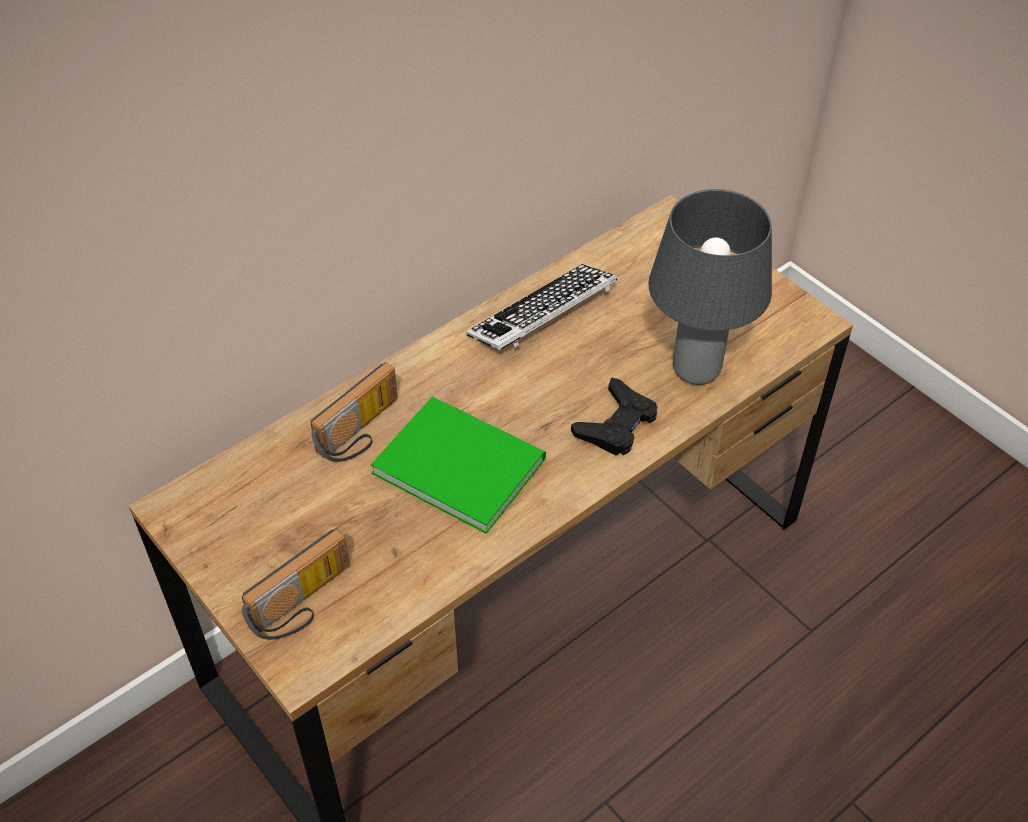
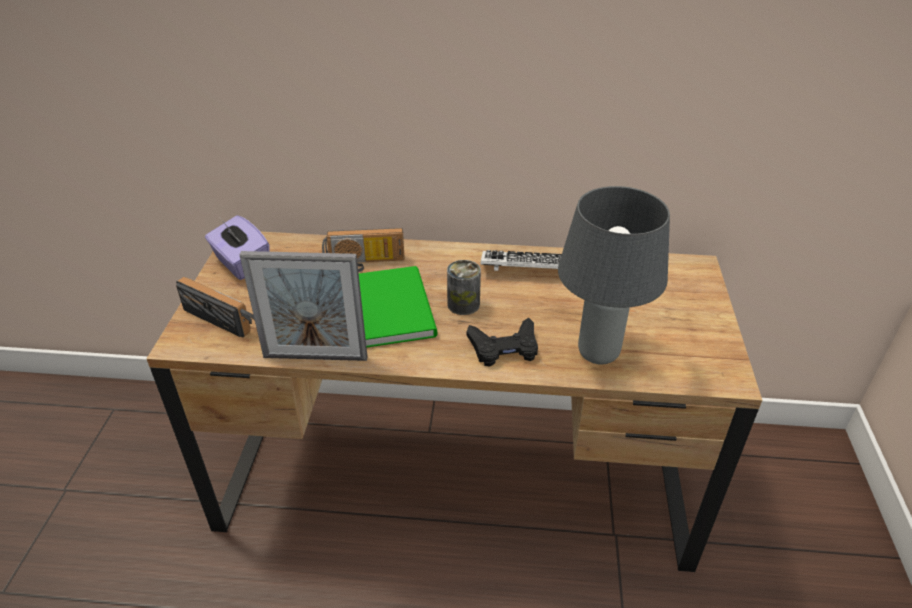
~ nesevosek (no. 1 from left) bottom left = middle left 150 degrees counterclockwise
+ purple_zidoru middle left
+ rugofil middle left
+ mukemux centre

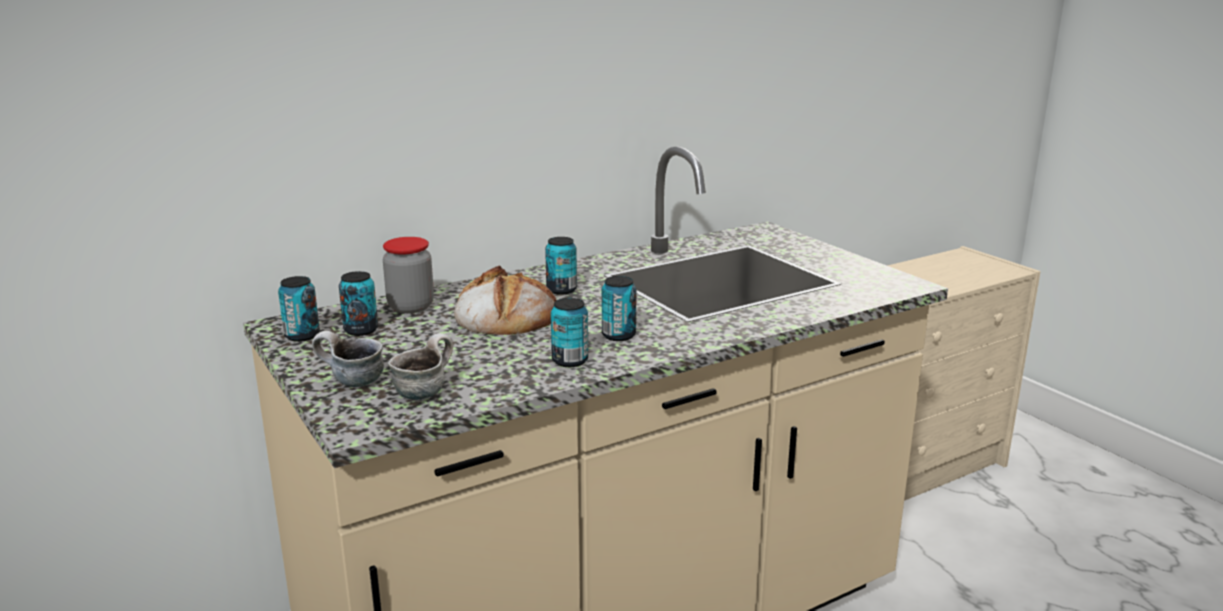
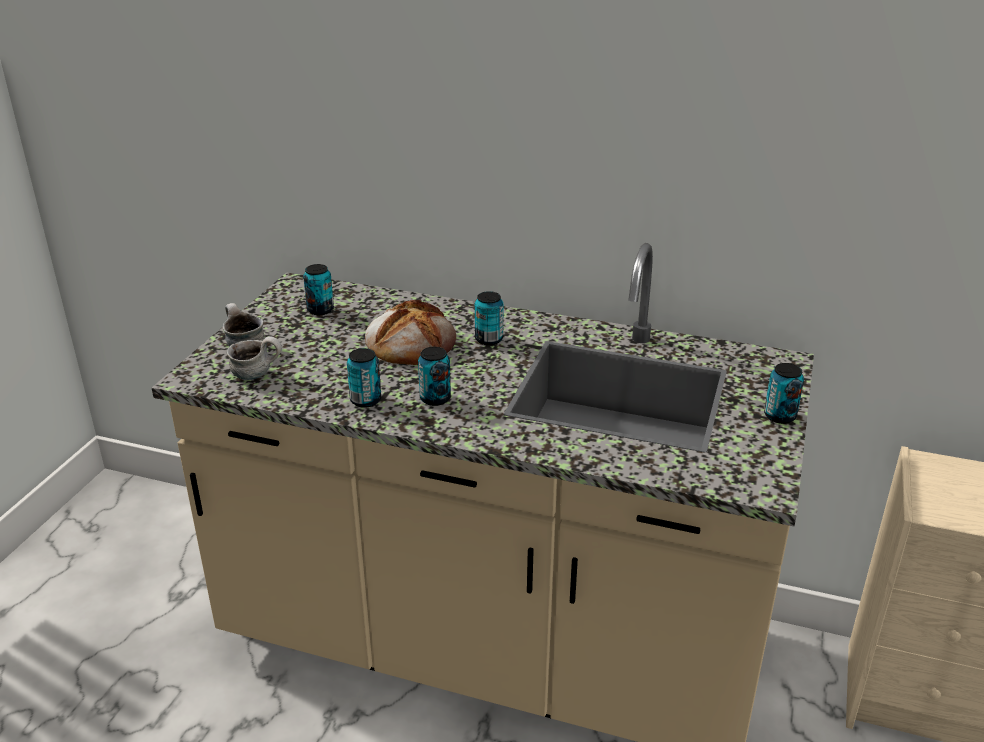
~ mukemux (no. 1 from left in the first image) middle left to mukemux (no. 5 from left) middle right
- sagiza centre

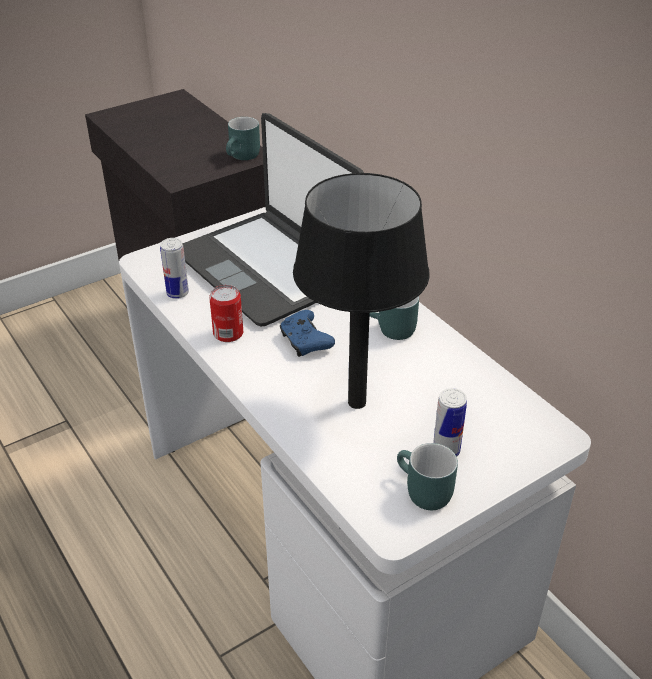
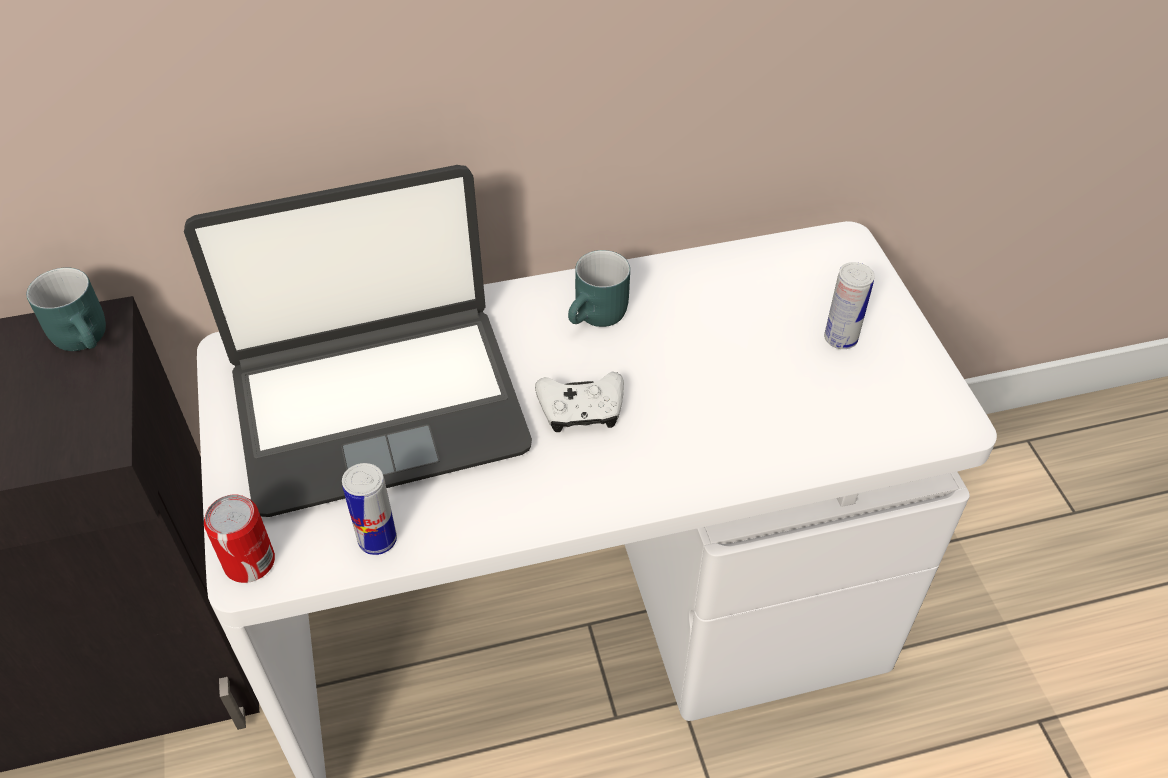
~ mukemux (no. 2 from left in the first image) centre to mukemux (no. 1 from left) bottom left
~ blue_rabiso centre to white_rabiso centre
- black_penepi centre
- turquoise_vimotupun (no. 3 from left) bottom centre

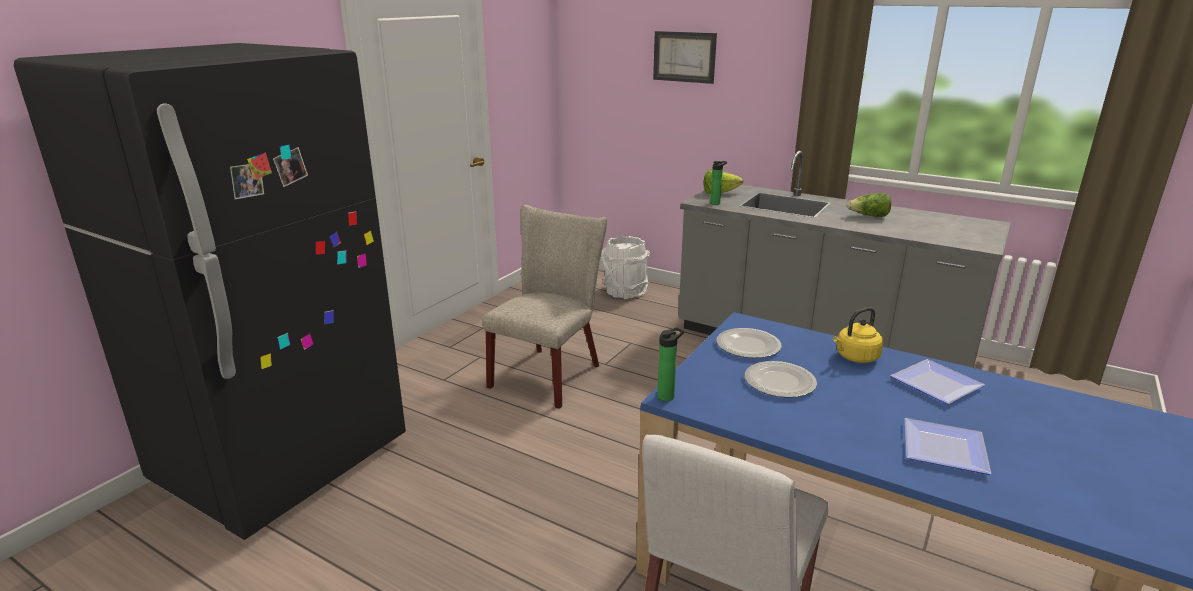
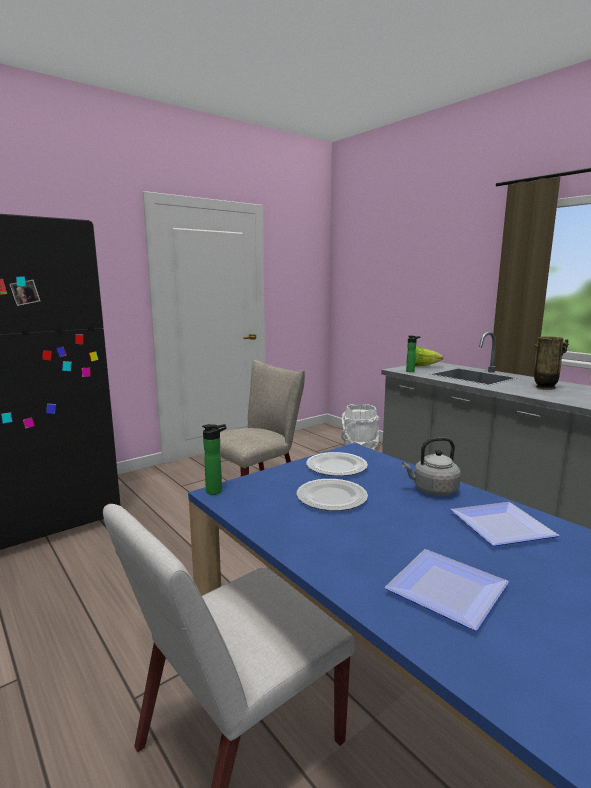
~ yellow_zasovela middle right to grey_zasovela middle right
~ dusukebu (no. 2 from left) middle right to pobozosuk middle right
- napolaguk top centre

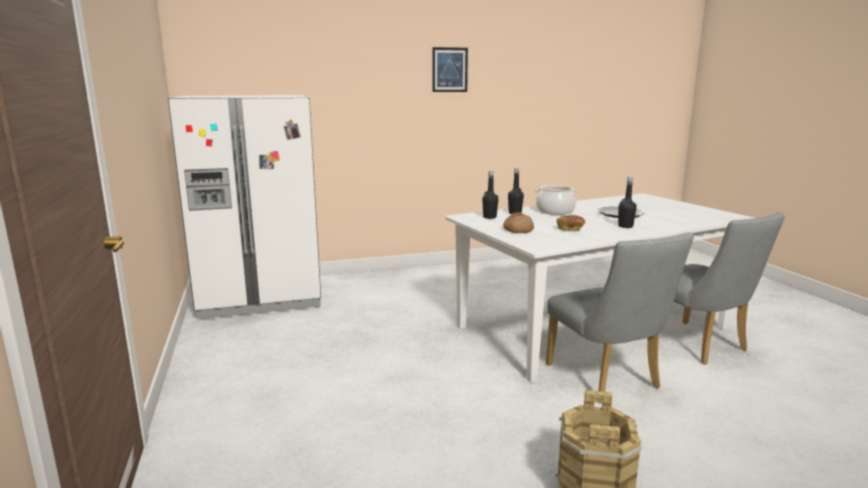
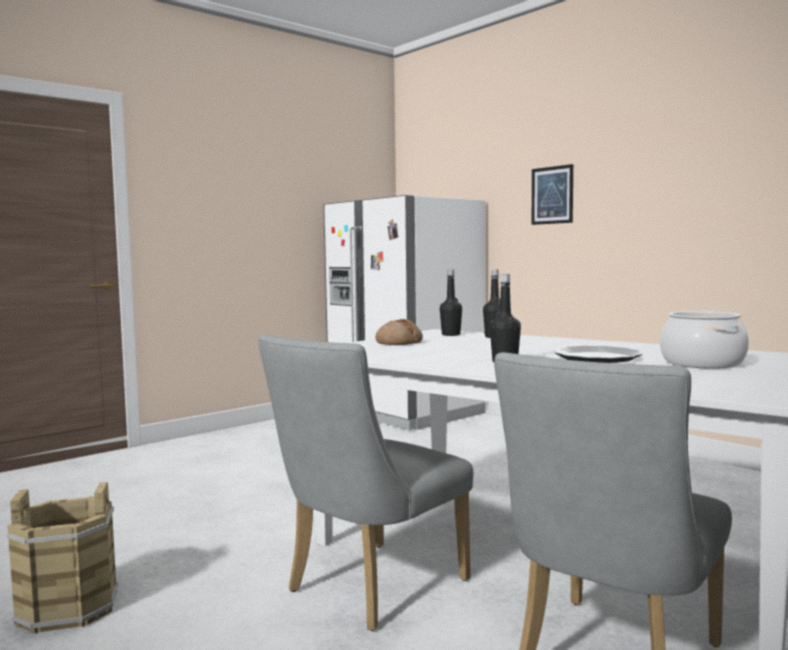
~ napolaguk top centre to top right
~ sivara centre to middle right
- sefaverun (no. 2 from left) centre

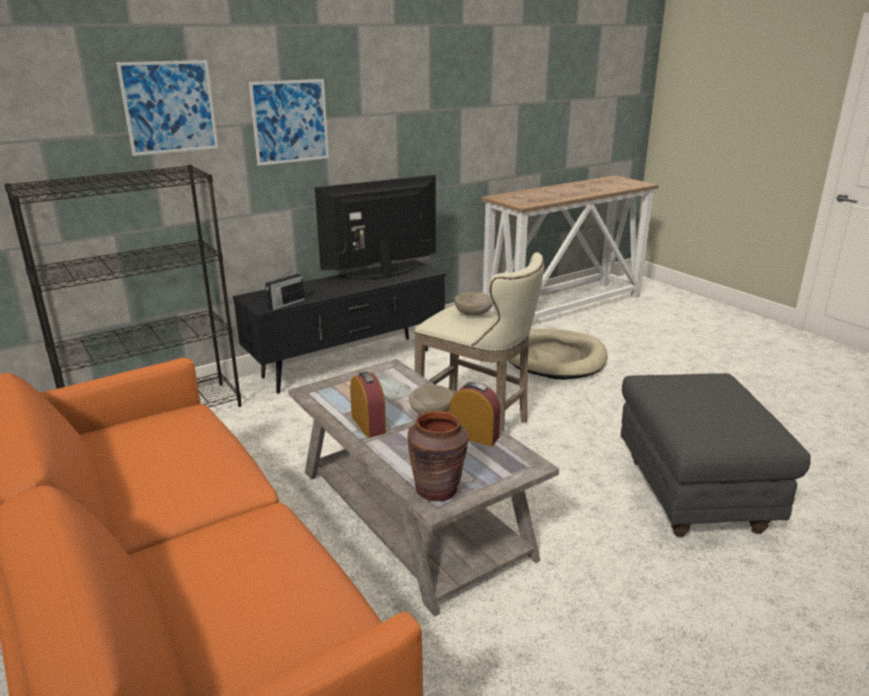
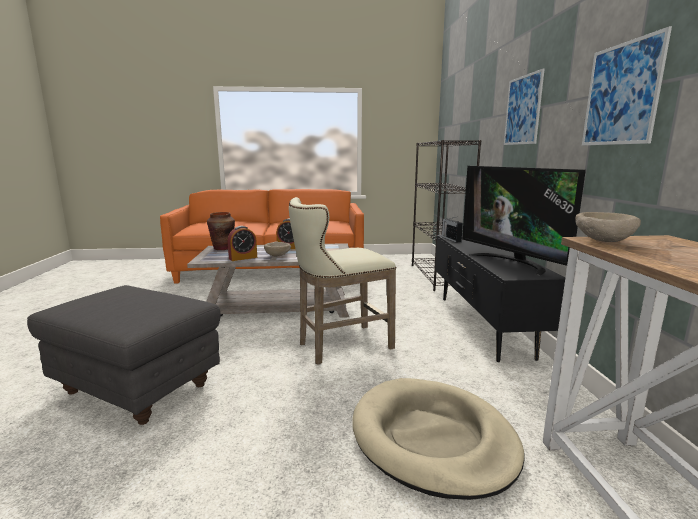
~ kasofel top centre = middle right 150 degrees clockwise
~ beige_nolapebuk (no. 2 from left) centre to middle right
~ napolaguk (no. 1 from left in the first image) top left to napolaguk (no. 2 from left) top right

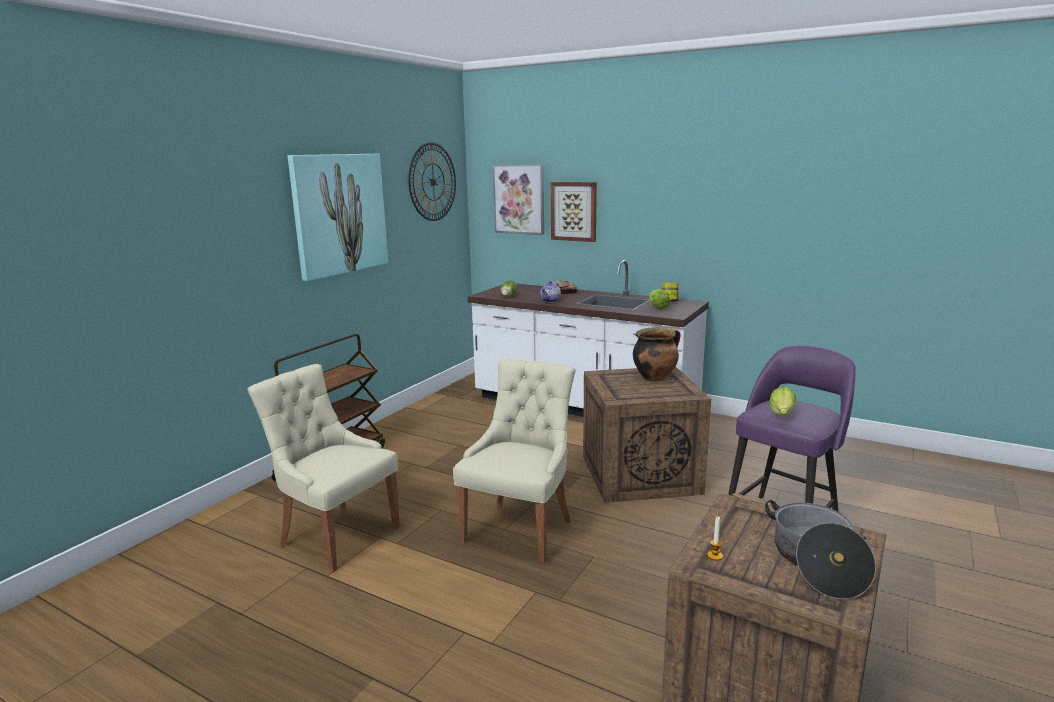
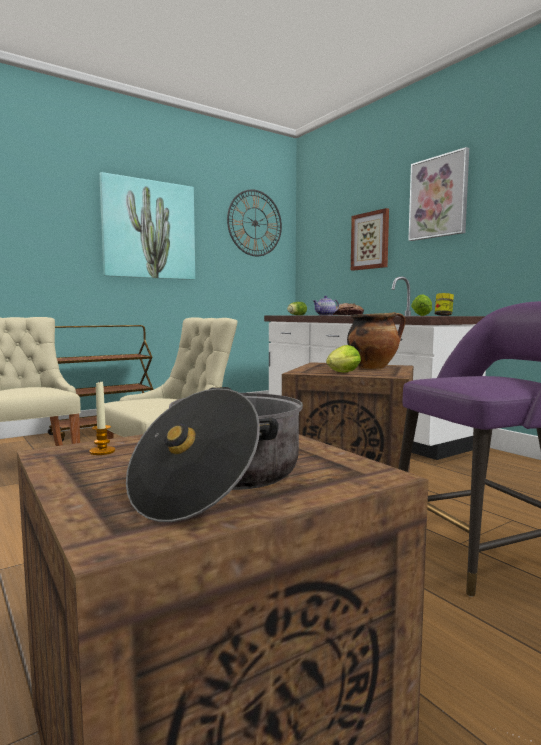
~ dusukebu (no. 3 from left in the first image) middle right to dusukebu (no. 2 from left) centre
~ napolaguk (no. 2 from left in the first image) top centre to napolaguk (no. 3 from left) top right

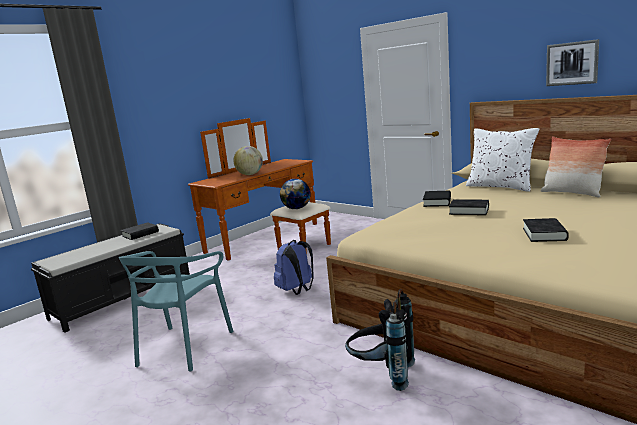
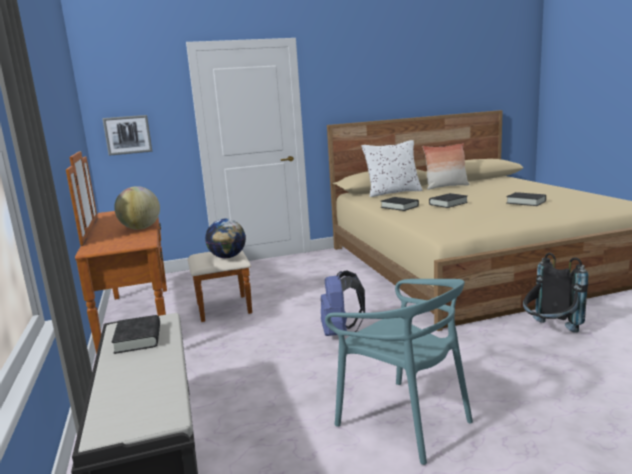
~ napolaguk top right to top left

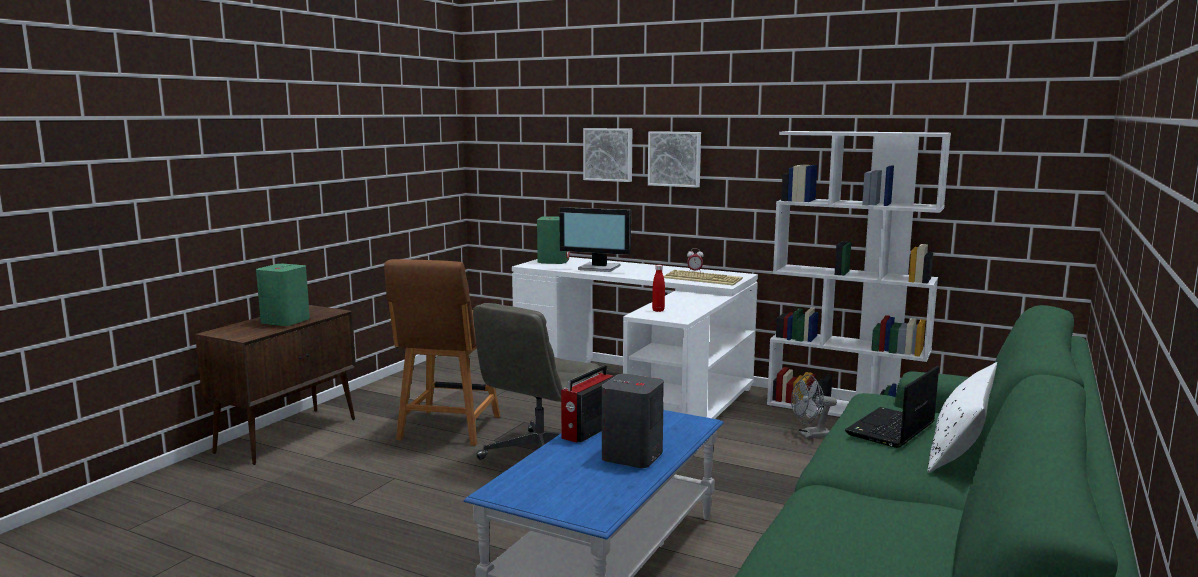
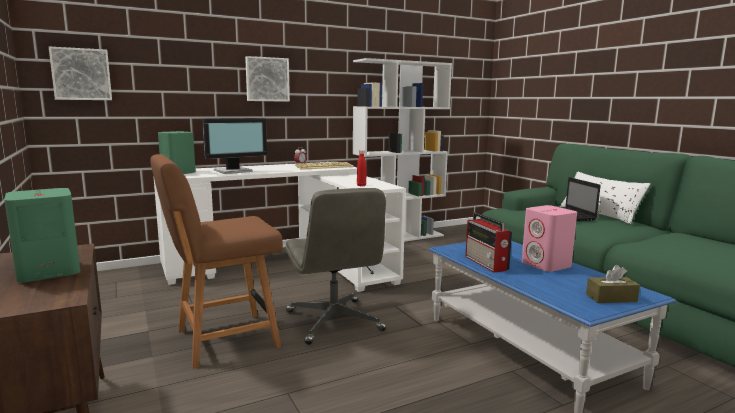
~ napolaguk (no. 1 from left) top centre to top left
~ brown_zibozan centre = middle left 105 degrees clockwise
~ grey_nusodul bottom centre to pink_nusodul middle right
+ brown_zidoru bottom right
- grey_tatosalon bottom right

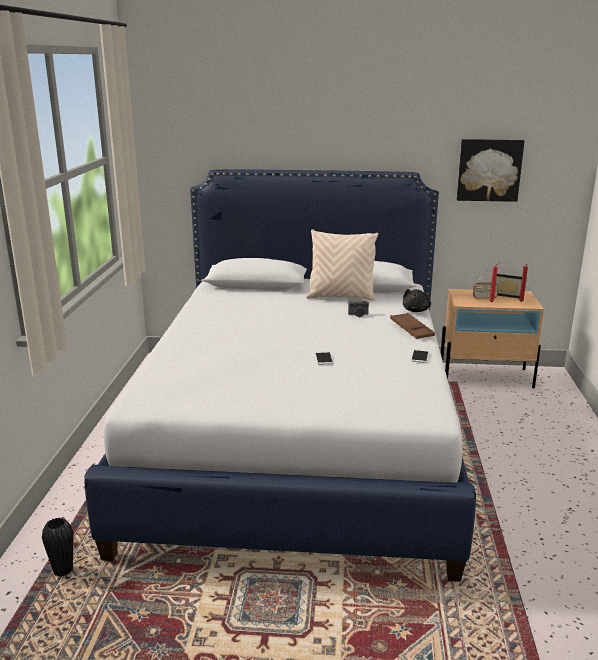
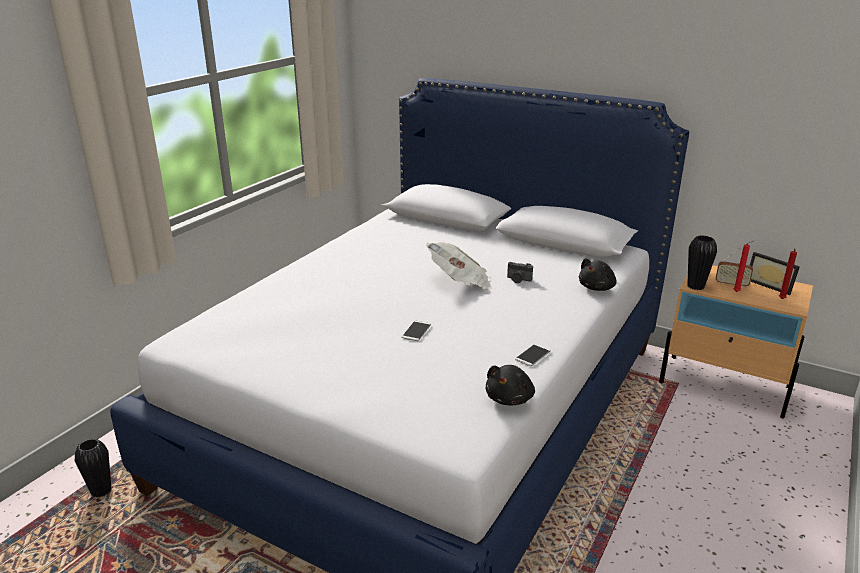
+ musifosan centre
+ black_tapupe (no. 1 from left) bottom centre
+ black_pobozosuk (no. 2 from left) middle right
- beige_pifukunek centre
- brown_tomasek middle right
- napolaguk top right

